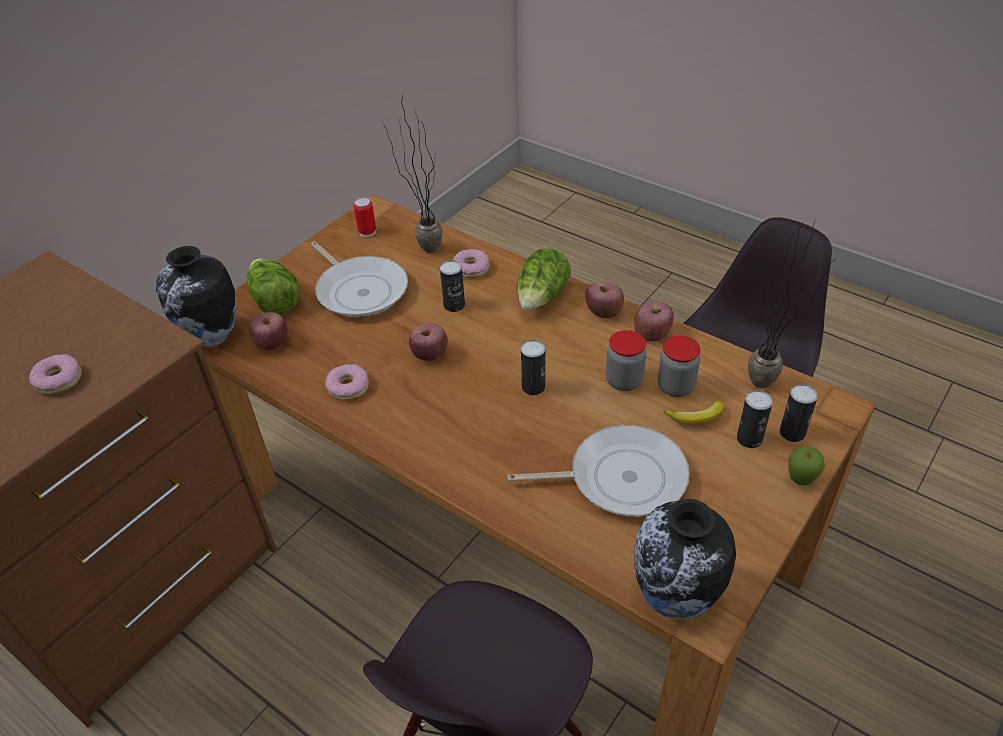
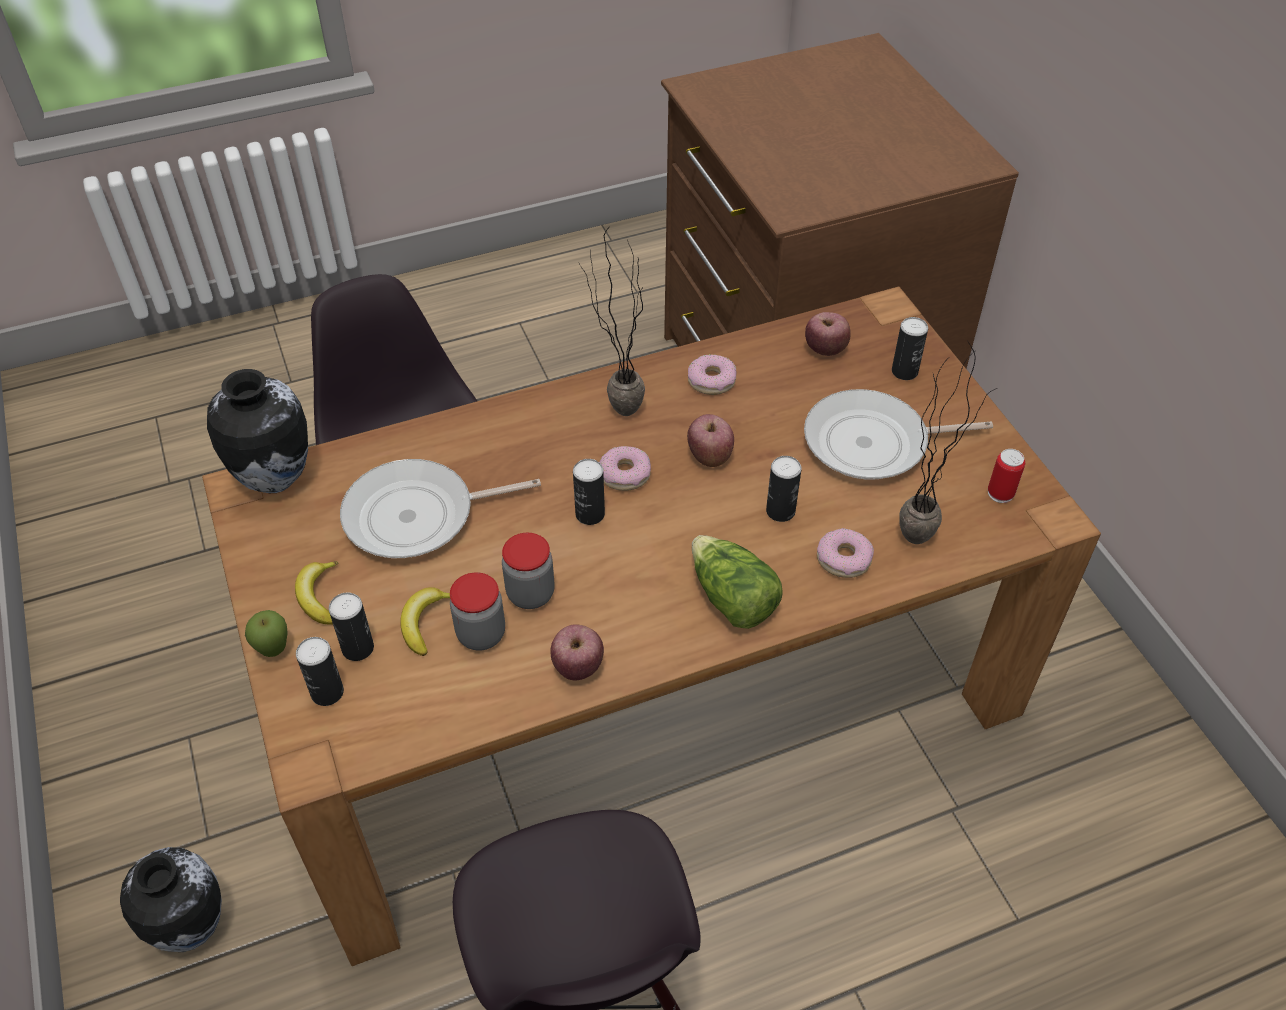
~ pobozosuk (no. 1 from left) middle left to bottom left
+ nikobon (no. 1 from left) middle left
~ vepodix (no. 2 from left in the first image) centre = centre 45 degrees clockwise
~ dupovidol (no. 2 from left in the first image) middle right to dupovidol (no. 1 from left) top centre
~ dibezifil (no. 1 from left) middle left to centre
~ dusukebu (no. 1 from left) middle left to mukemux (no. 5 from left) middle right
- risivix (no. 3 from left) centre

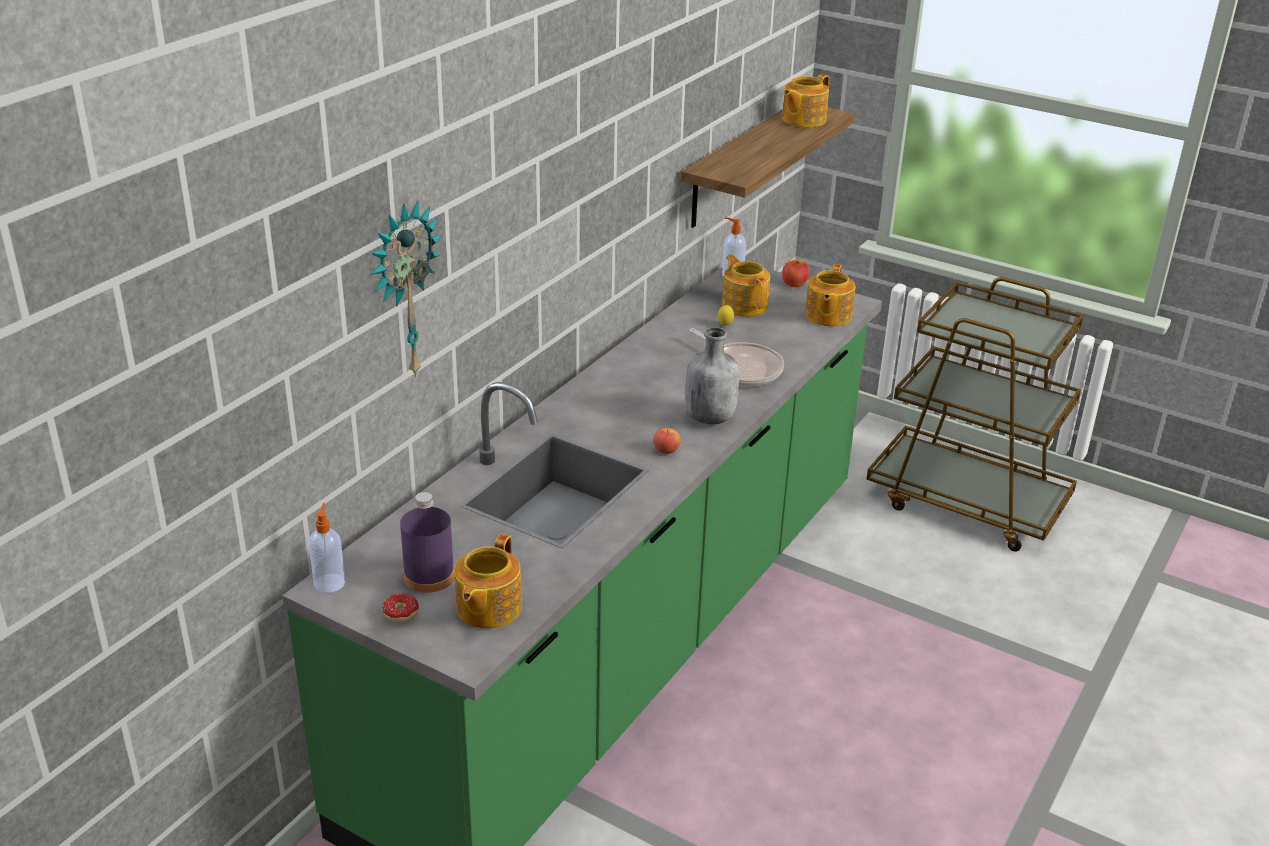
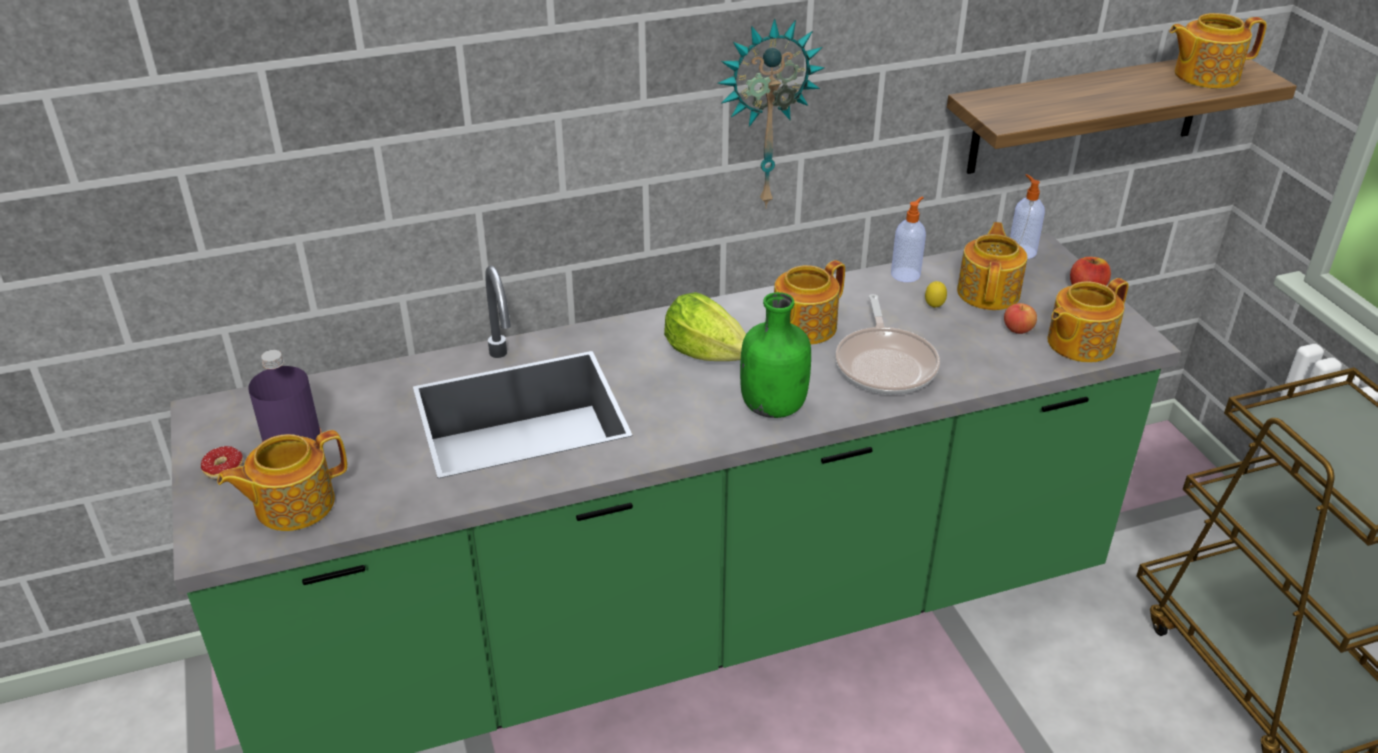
+ dusukebu centre
~ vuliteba middle left to top centre
~ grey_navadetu centre to green_navadetu centre
+ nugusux (no. 2 from left) centre
~ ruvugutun (no. 1 from left) middle left to top centre
~ risivix (no. 1 from left) centre to middle right

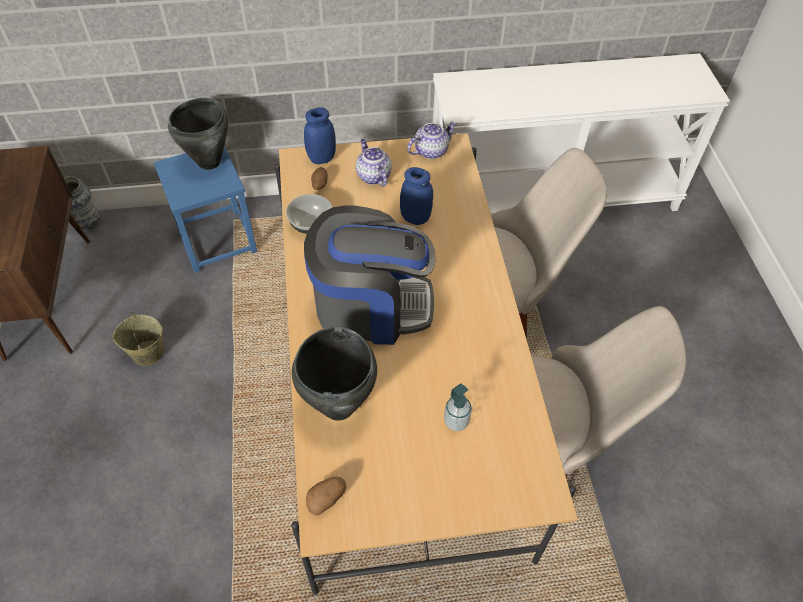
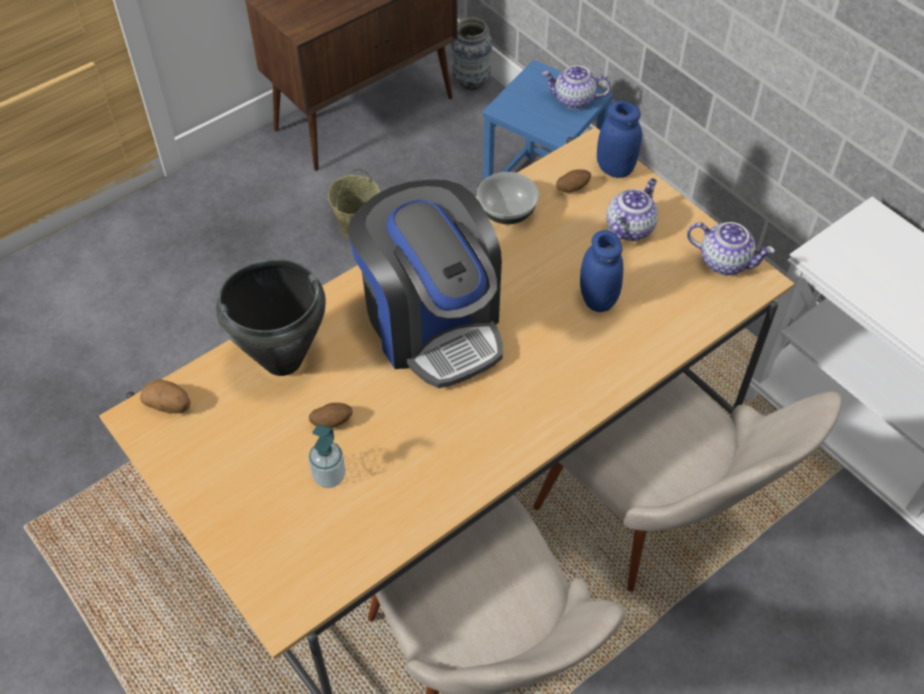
+ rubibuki (no. 2 from left) centre
~ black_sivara (no. 1 from left) top left to nugusux (no. 1 from left) top centre

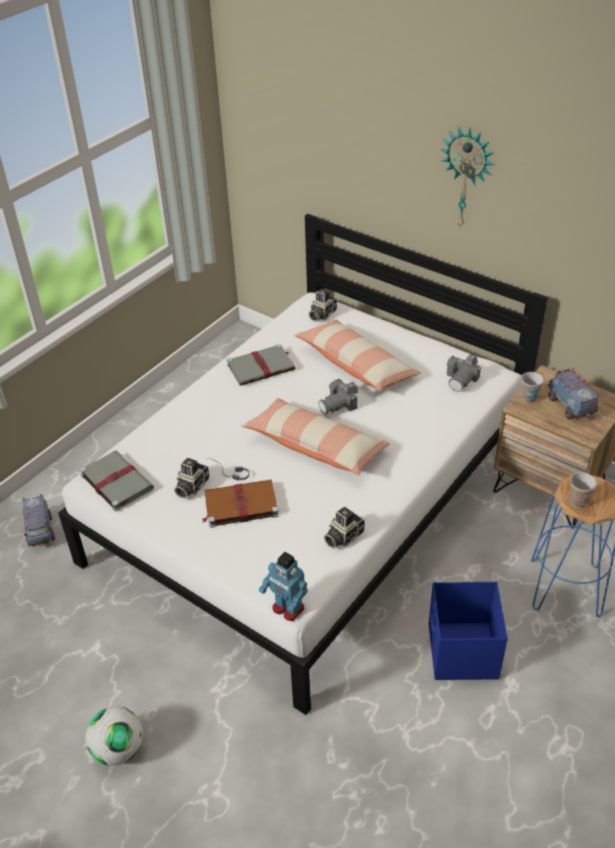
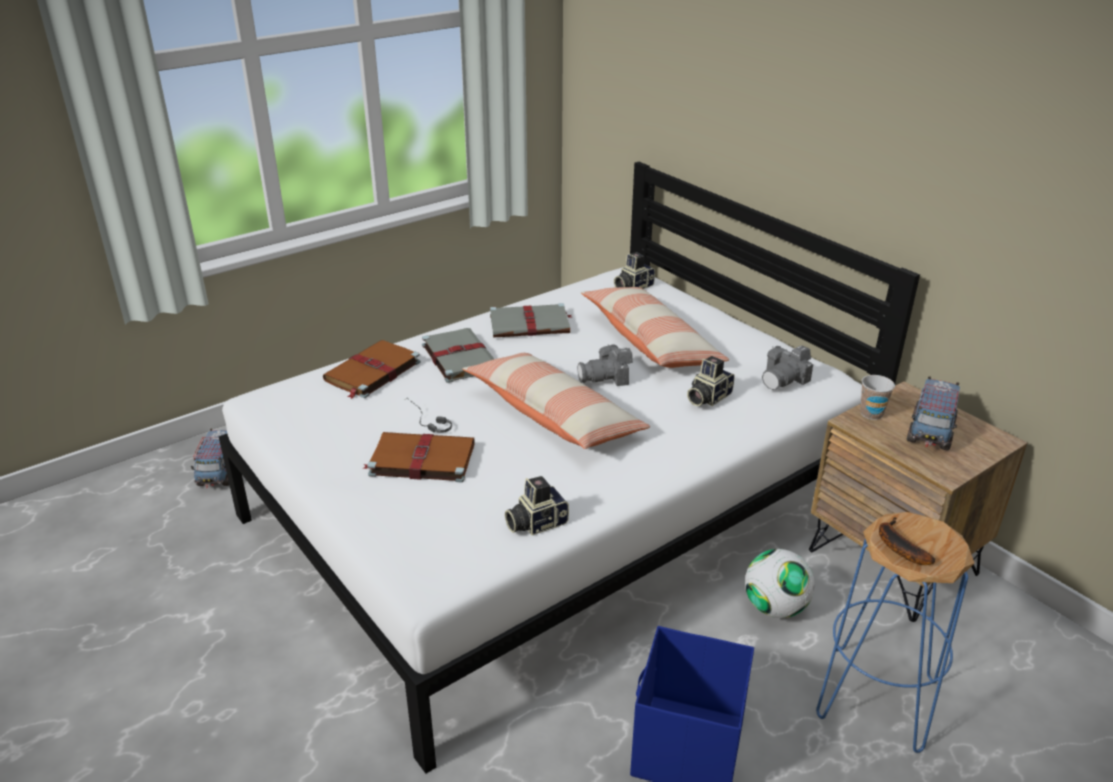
+ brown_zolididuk (no. 1 from left) centre
~ grey_zolididuk (no. 1 from left) middle left to centre
~ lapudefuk (no. 1 from left in the first image) middle left to lapudefuk (no. 4 from left) centre
~ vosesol bottom left to bottom right
~ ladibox (no. 2 from left) middle right to nikobon bottom right
~ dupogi (no. 2 from left) middle right = middle right 150 degrees counterclockwise
- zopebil bottom centre
- vuliteba top right

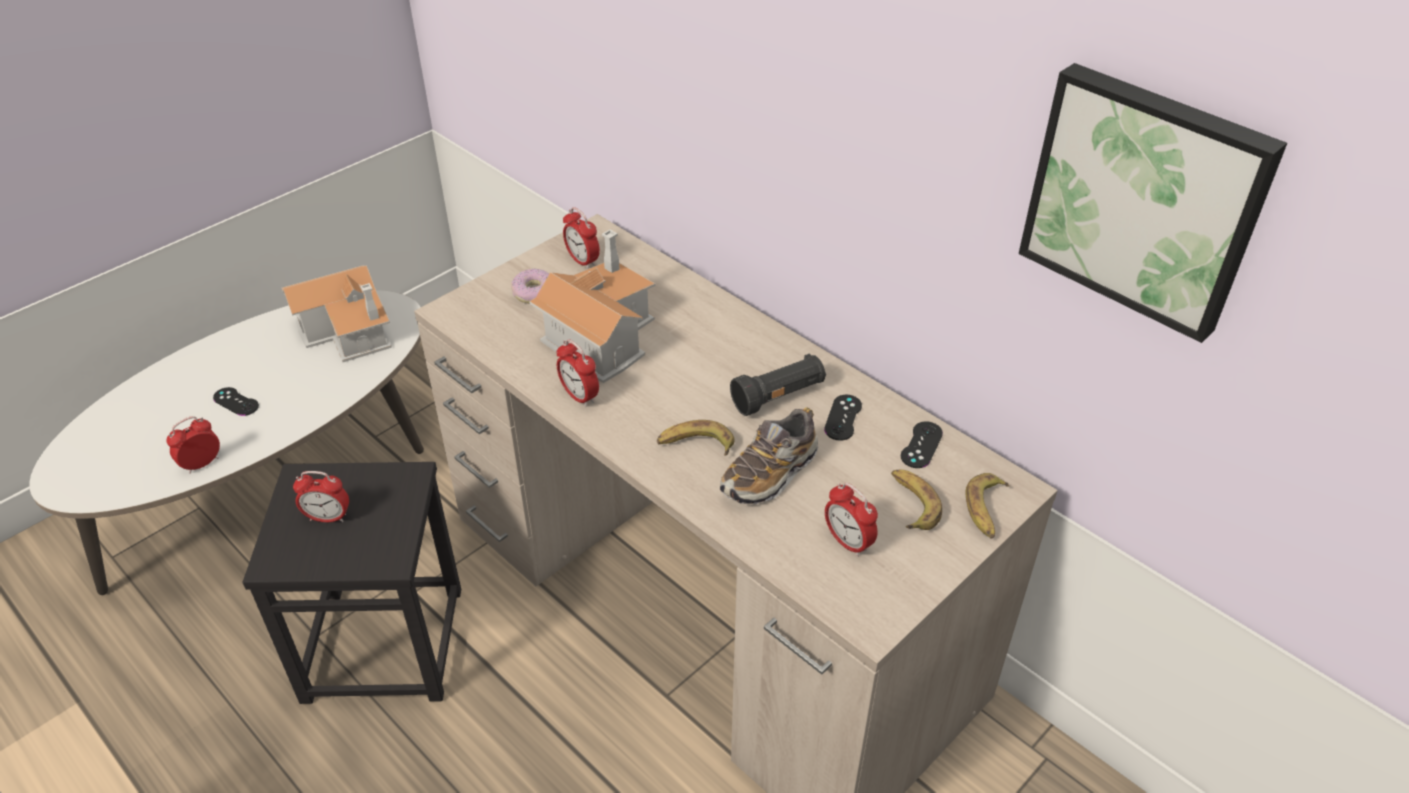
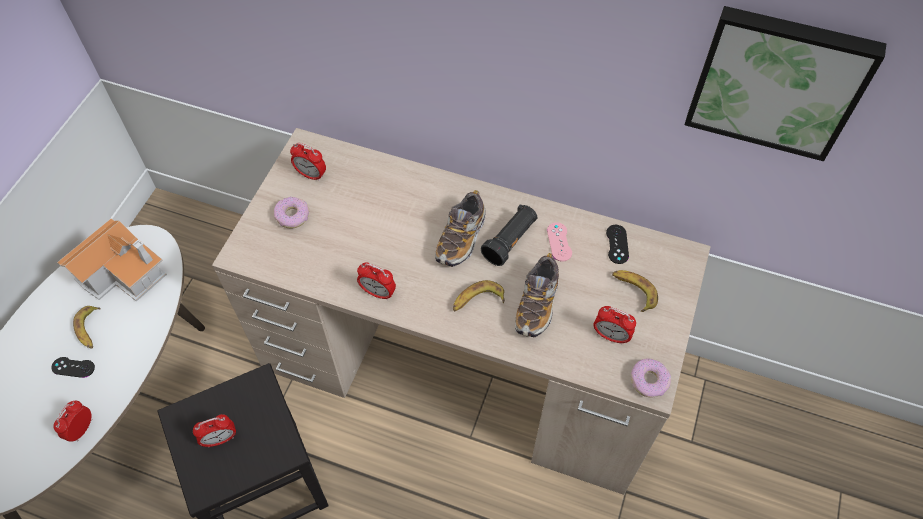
~ nikobon (no. 3 from left in the first image) middle right to nikobon (no. 1 from left) middle left
+ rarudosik (no. 1 from left) centre
~ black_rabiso (no. 2 from left) centre to pink_rabiso centre
+ dibezifil (no. 2 from left) bottom right
- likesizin (no. 2 from left) centre

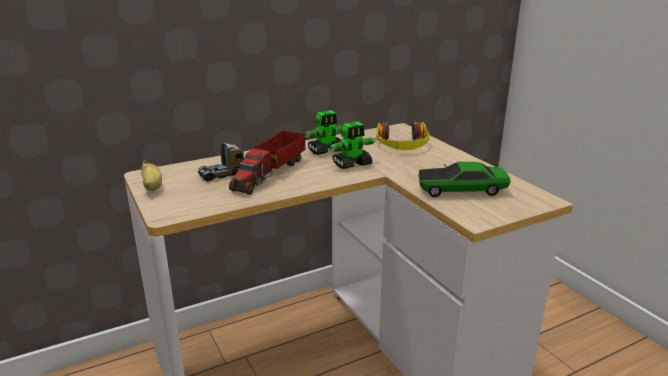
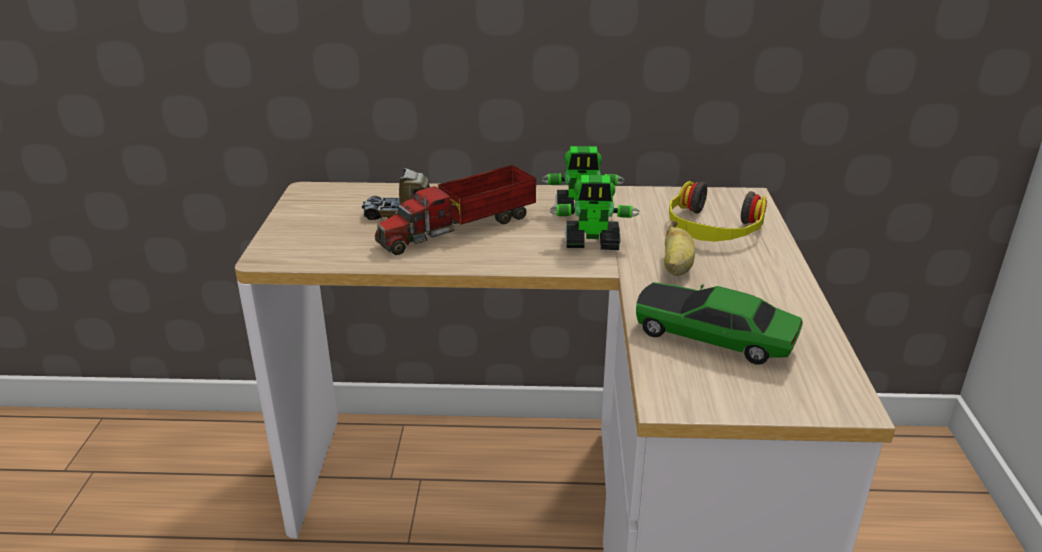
~ nikobon middle left to centre

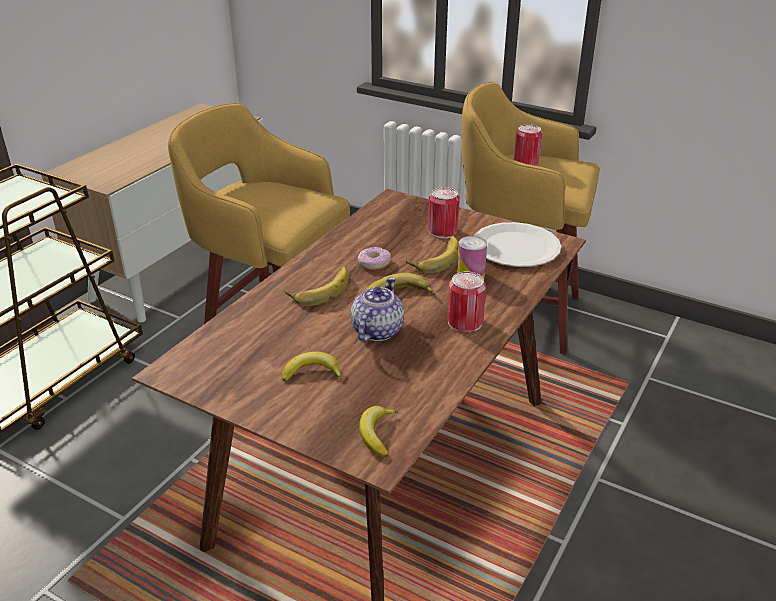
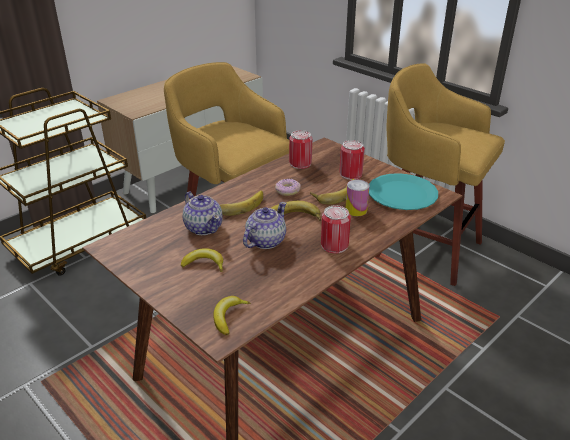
+ nugusux (no. 1 from left) centre
~ mukemux (no. 4 from left in the first image) top right to mukemux (no. 1 from left) centre
~ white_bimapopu centre to turquoise_bimapopu middle right

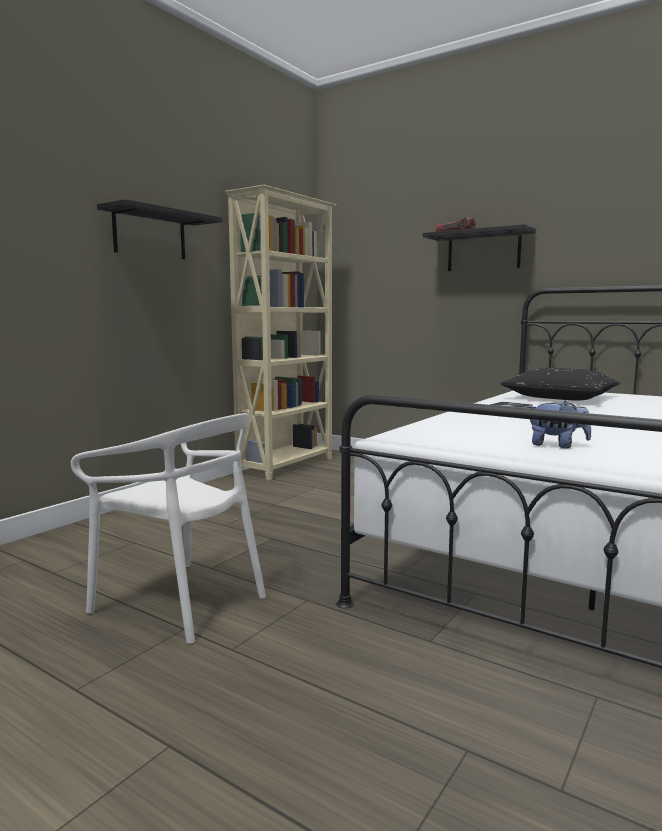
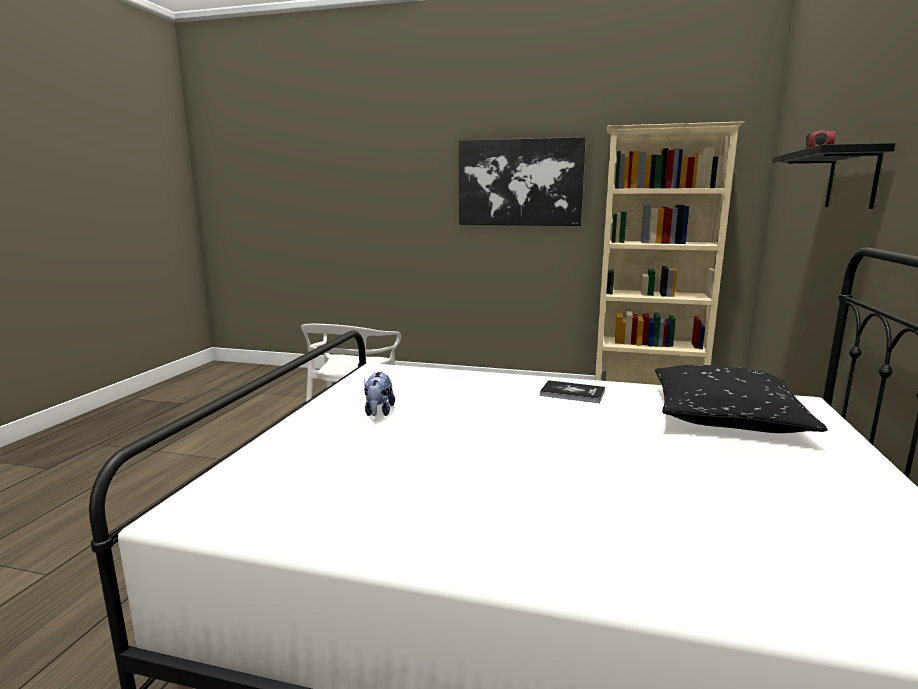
~ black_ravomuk (no. 1 from left) top left to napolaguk top centre

